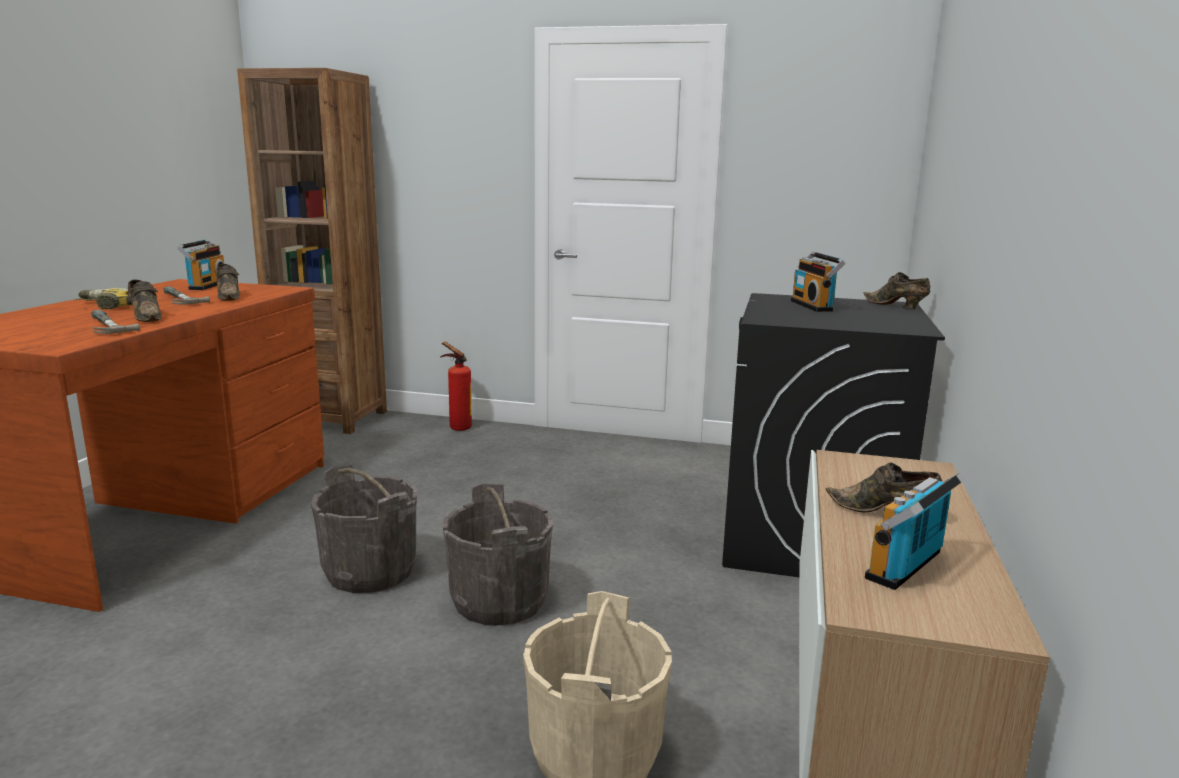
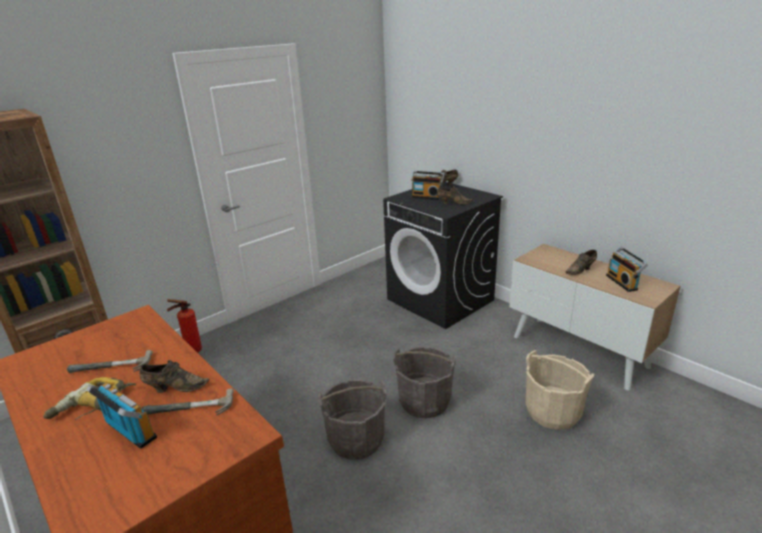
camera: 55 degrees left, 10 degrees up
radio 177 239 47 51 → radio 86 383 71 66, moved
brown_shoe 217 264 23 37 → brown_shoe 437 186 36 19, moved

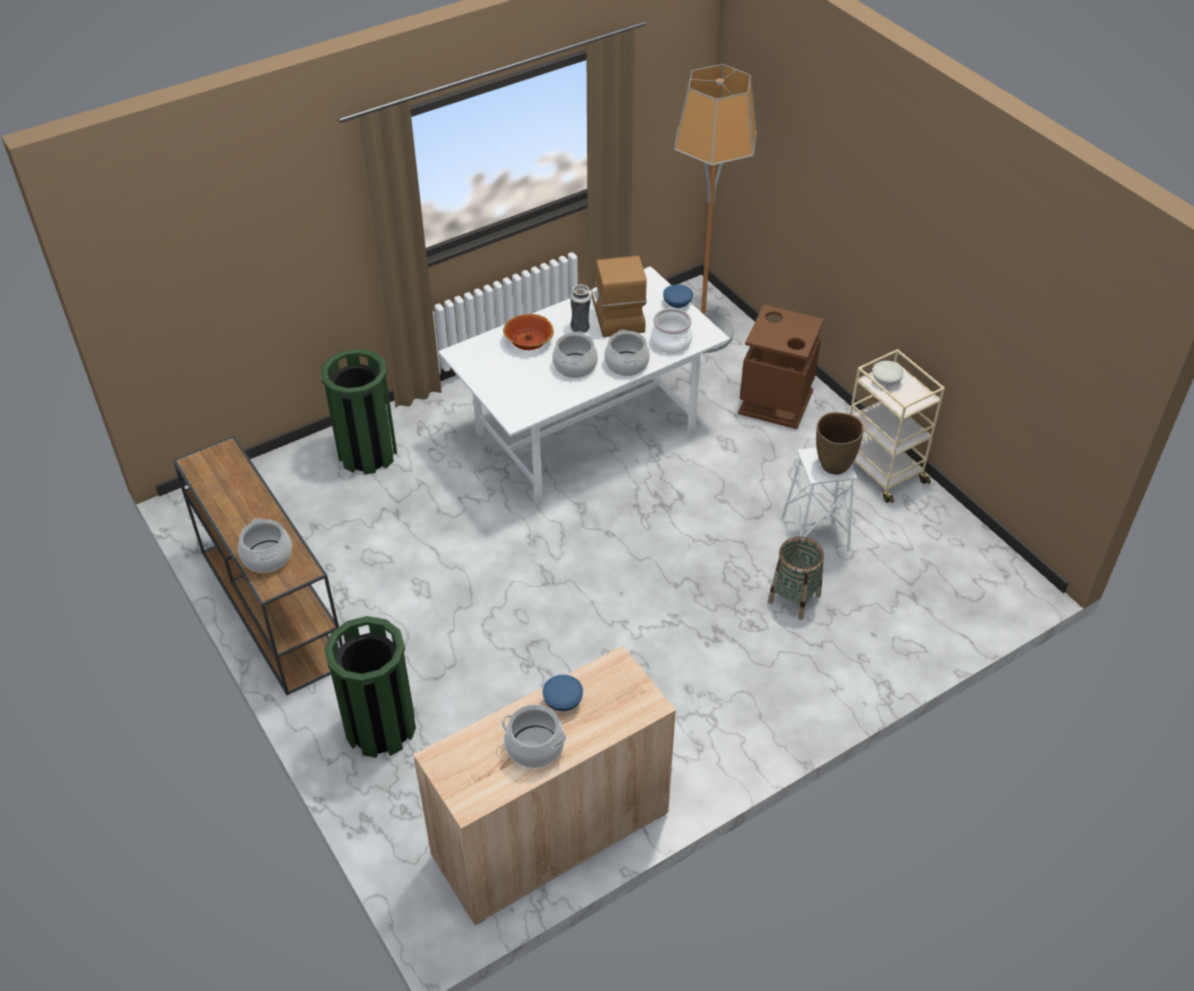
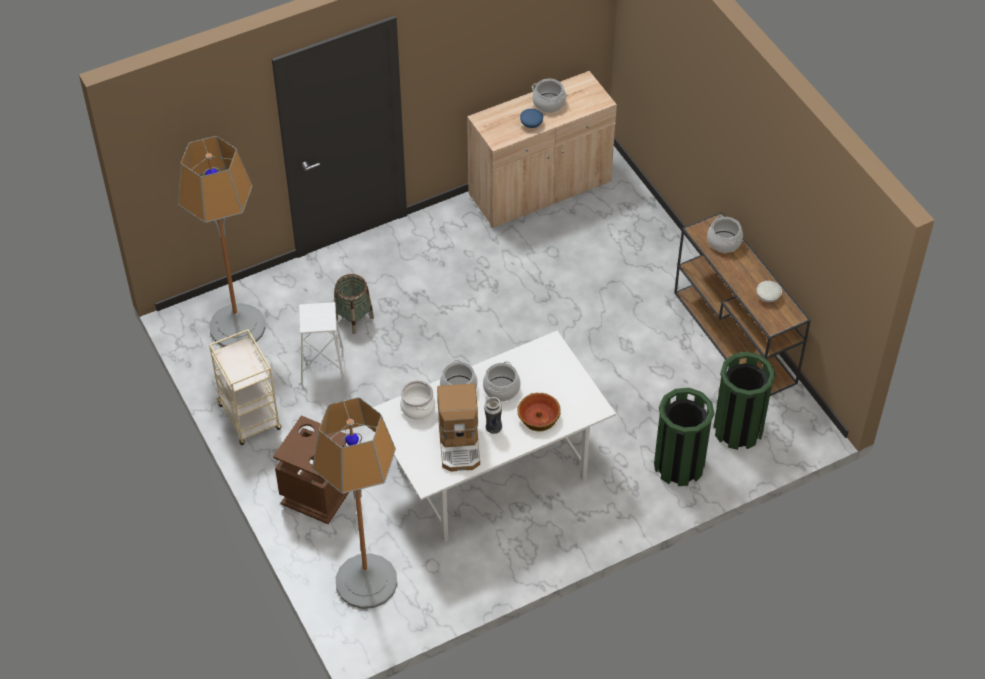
camera: 175 degrees left, 5 degrees up
- → floor_lamp 178 136 88 211
green_trash_can 324 616 92 142 → green_trash_can 713 352 62 98, moved
white_bowl 872 361 32 25 → white_bowl 757 281 25 21, moved
blue_bowl 663 284 30 24 → -
brown_vase 816 412 48 63 → -

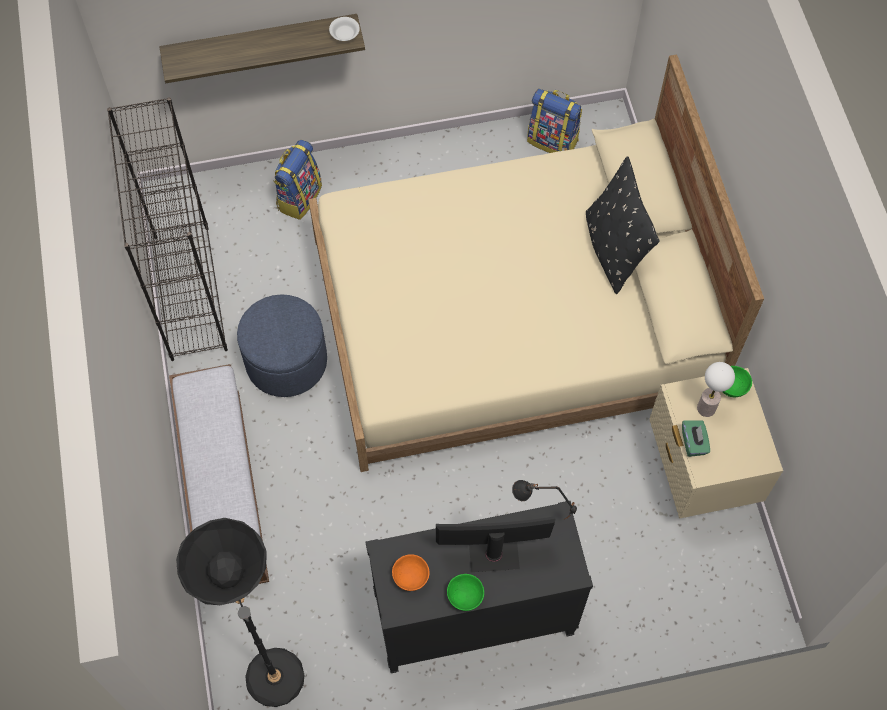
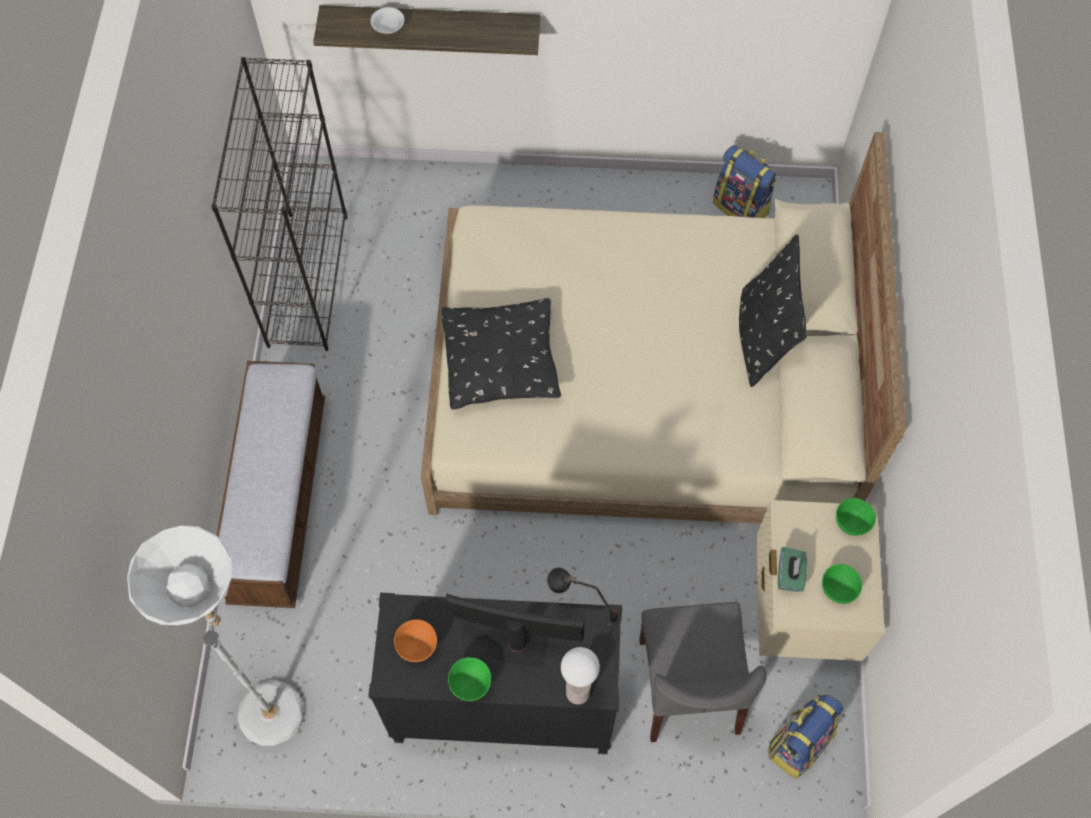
camera: 15 degrees right, 0 degrees up
black_floor_lamp 176 518 128 189 → white_floor_lamp 127 526 177 220
white_bowl 329 17 31 24 → white_bowl 370 7 35 27, moved
- → black_pillow 442 298 119 112
table_lamp 697 362 38 55 → table_lamp 561 647 39 58, moved
- → grey_chair 639 602 128 140
backpack 273 140 49 80 → backpack 768 695 75 84, moved
- → green_bowl 822 564 40 40
blue_ottoman 237 294 90 103 → -

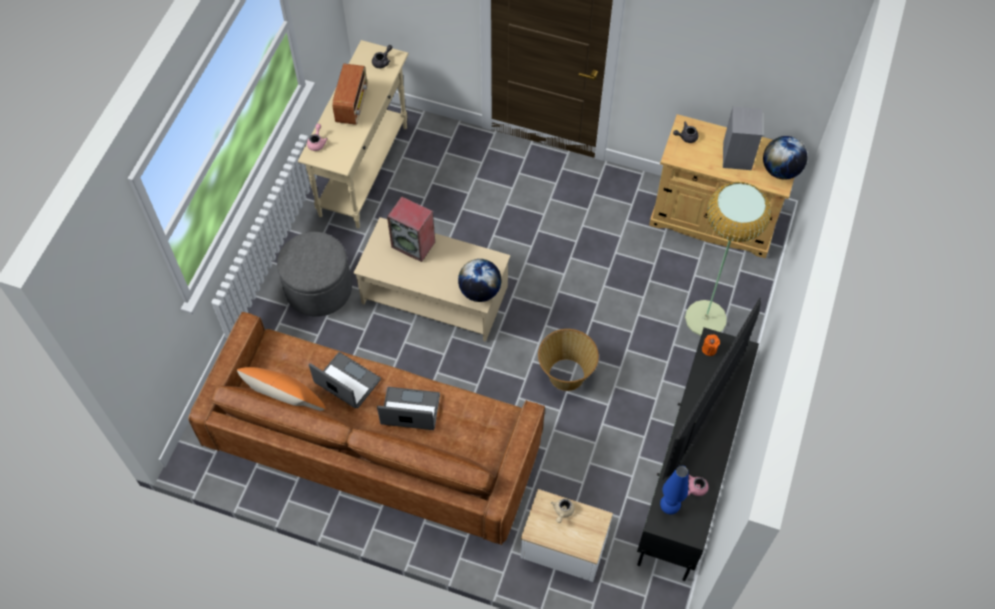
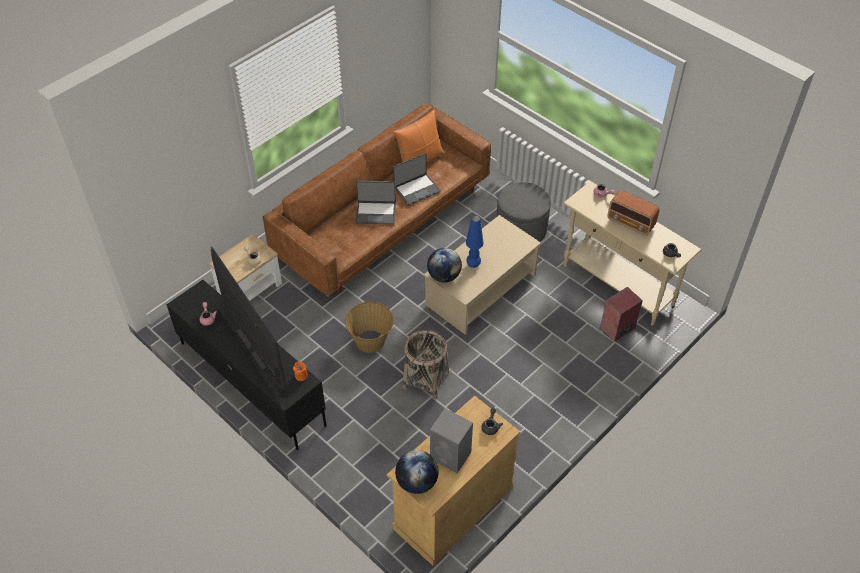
camera: 115 degrees right, 10 degrees down
laptop 377 387 63 43 → laptop 355 181 41 44, 60 degrees clockwise
- → basket 403 330 46 70
blue_table_lamp 660 466 28 48 → blue_table_lamp 466 215 18 53, moved
speaker 387 196 48 66 → speaker 600 287 43 55, moved
floor_lamp 685 182 86 154 → -

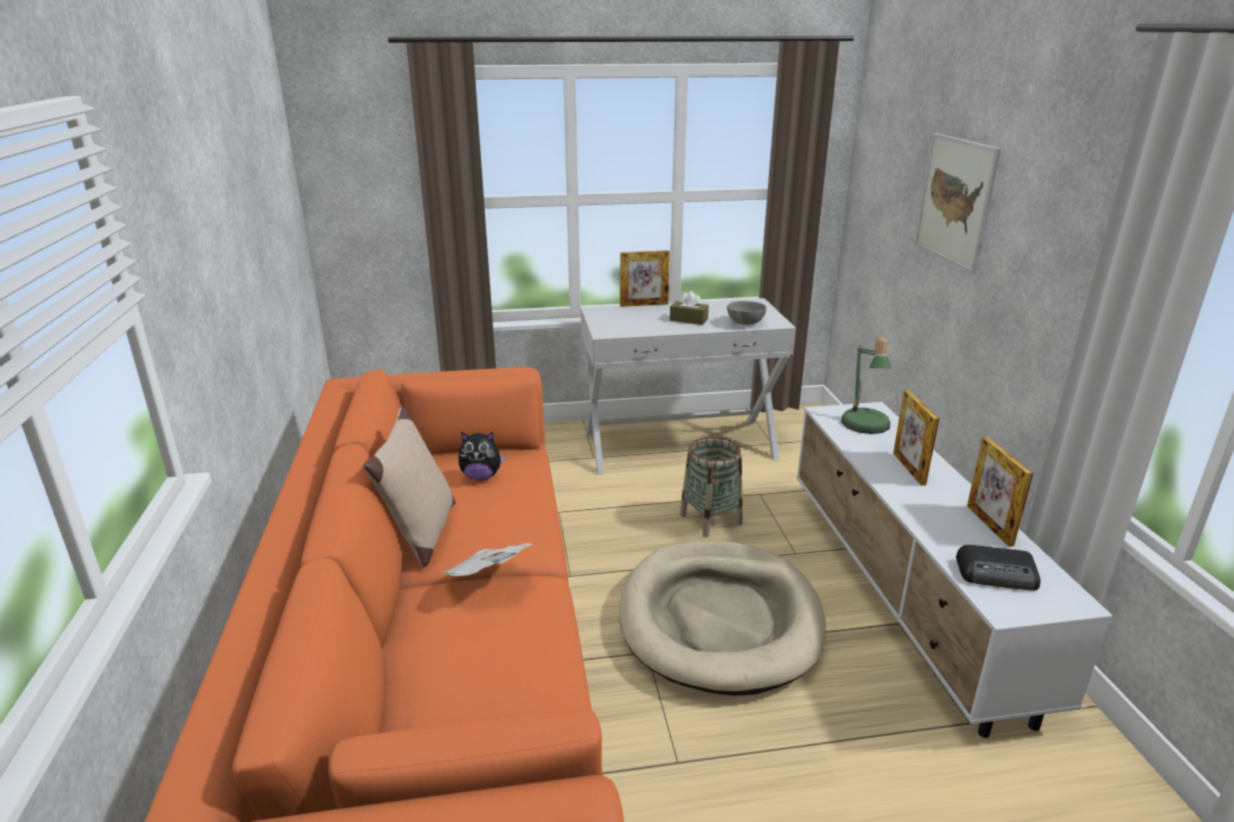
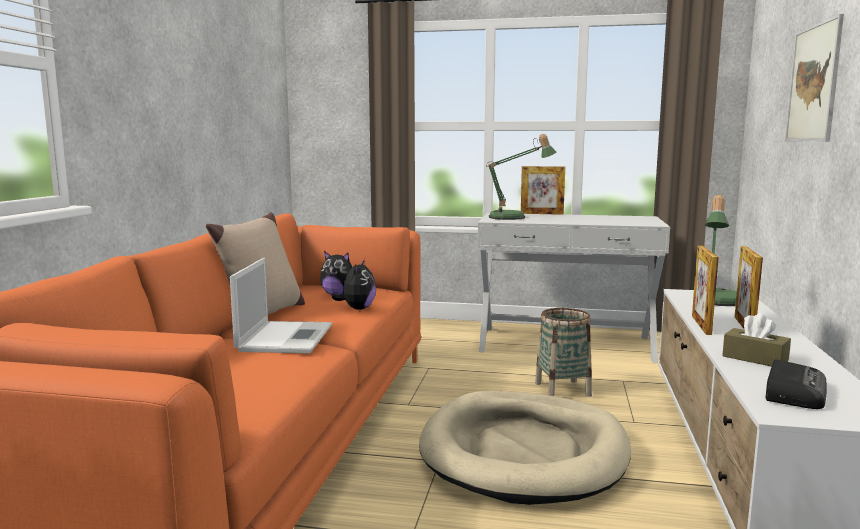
camera: 20 degrees right, 15 degrees down
newspaper 442 543 91 33 → laptop 230 258 102 95
- → plush_toy 332 259 44 51
- → table_lamp 486 134 71 86
picture_frame 967 437 66 110 → picture_frame 692 246 27 89, moved
brown_tissue_box 670 291 39 34 → brown_tissue_box 722 313 69 54, moved
radio 956 545 84 46 → radio 766 359 61 50, 90 degrees counterclockwise
grey_bowl 727 301 39 24 → -

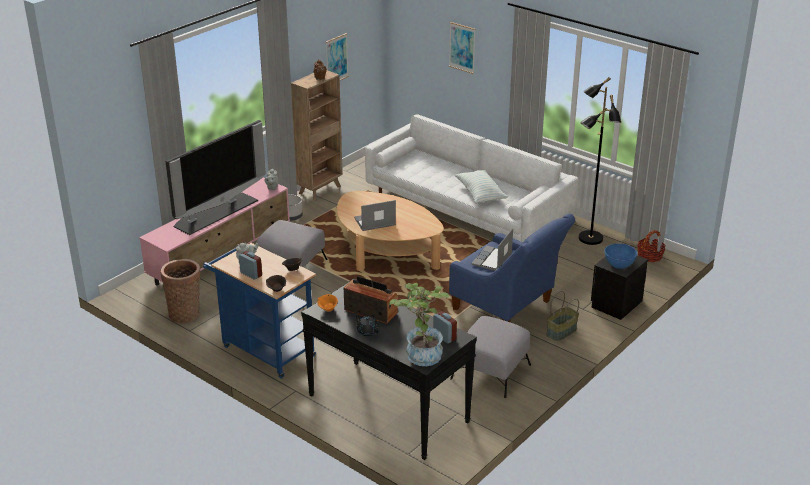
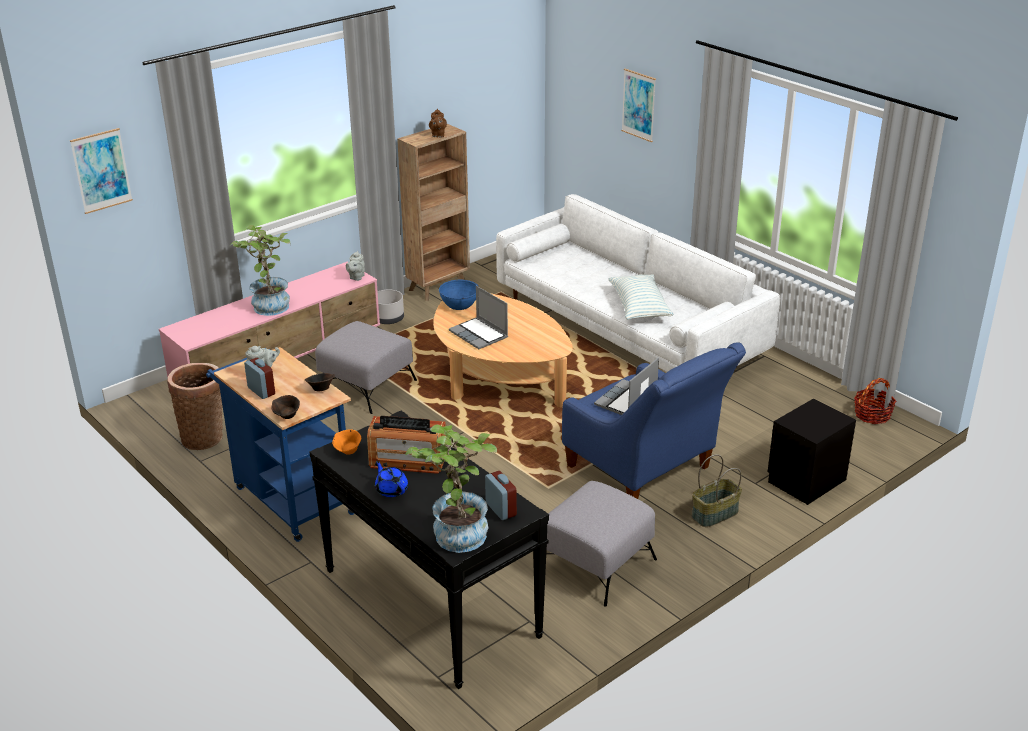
camera: 10 degrees right, 0 degrees up
picture 326 33 23 47 → picture 70 128 63 86, moved
television 165 120 101 115 → potted_plant 230 225 61 91
radio 344 276 54 48 → radio 367 416 79 58, 150 degrees clockwise
black_teapot 354 313 26 23 → blue_teapot 375 460 33 37
blue_bowl 604 243 33 26 → blue_bowl 439 280 40 30, moved
laptop 354 200 42 31 → laptop 449 286 59 63, 120 degrees counterclockwise
black_floor_lamp 579 77 42 168 → -

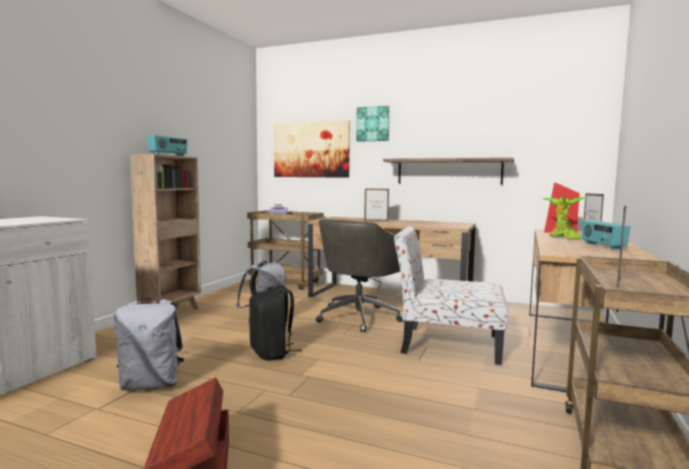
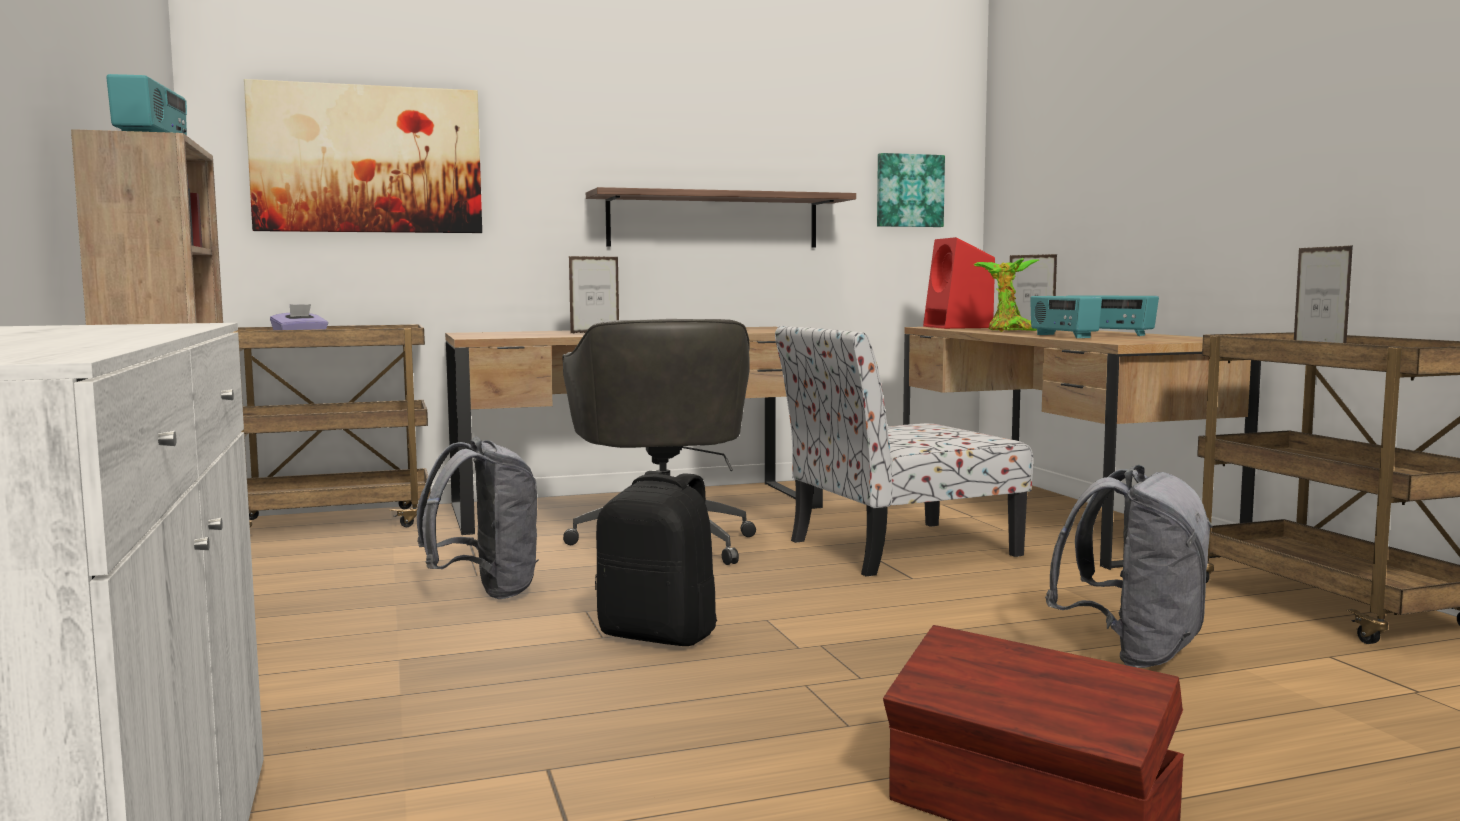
camera: 40 degrees left, 0 degrees up
picture 356 106 34 36 → picture 877 153 68 74, moved
- → radio 1030 296 72 42
grey_backpack 114 298 70 93 → grey_backpack 1045 465 168 203, moved

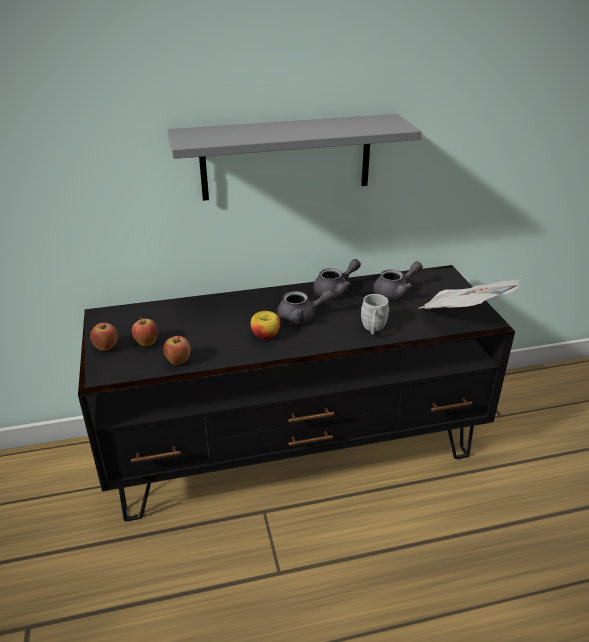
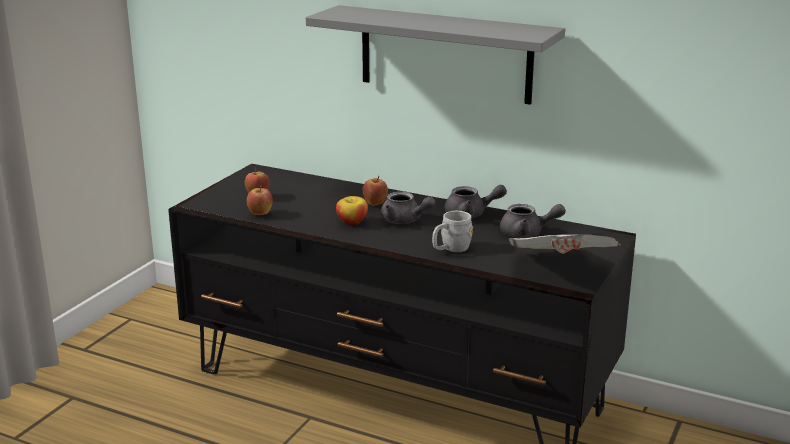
camera: 40 degrees right, 10 degrees down
apple 90 321 28 30 → apple 363 176 25 30, moved

